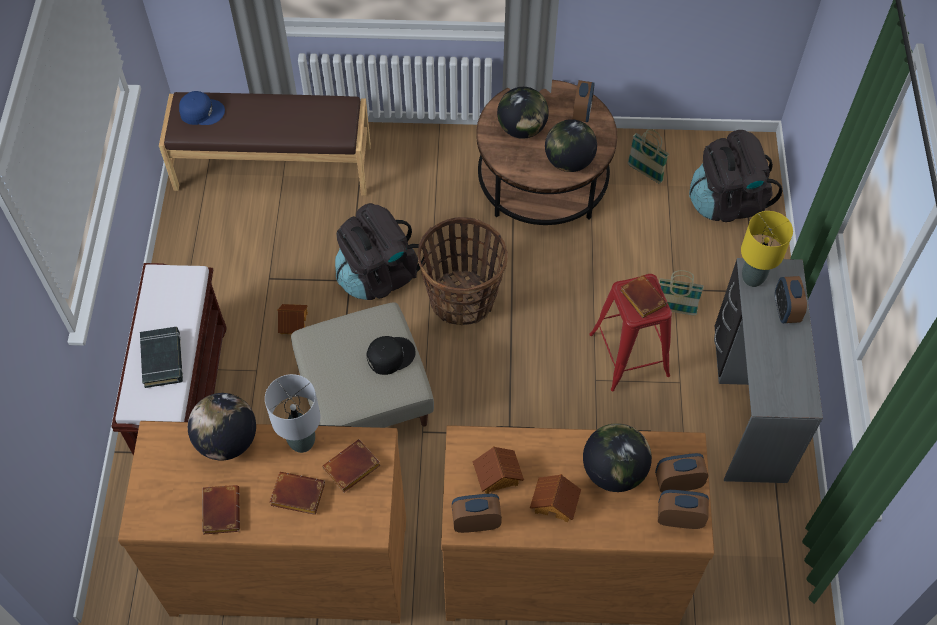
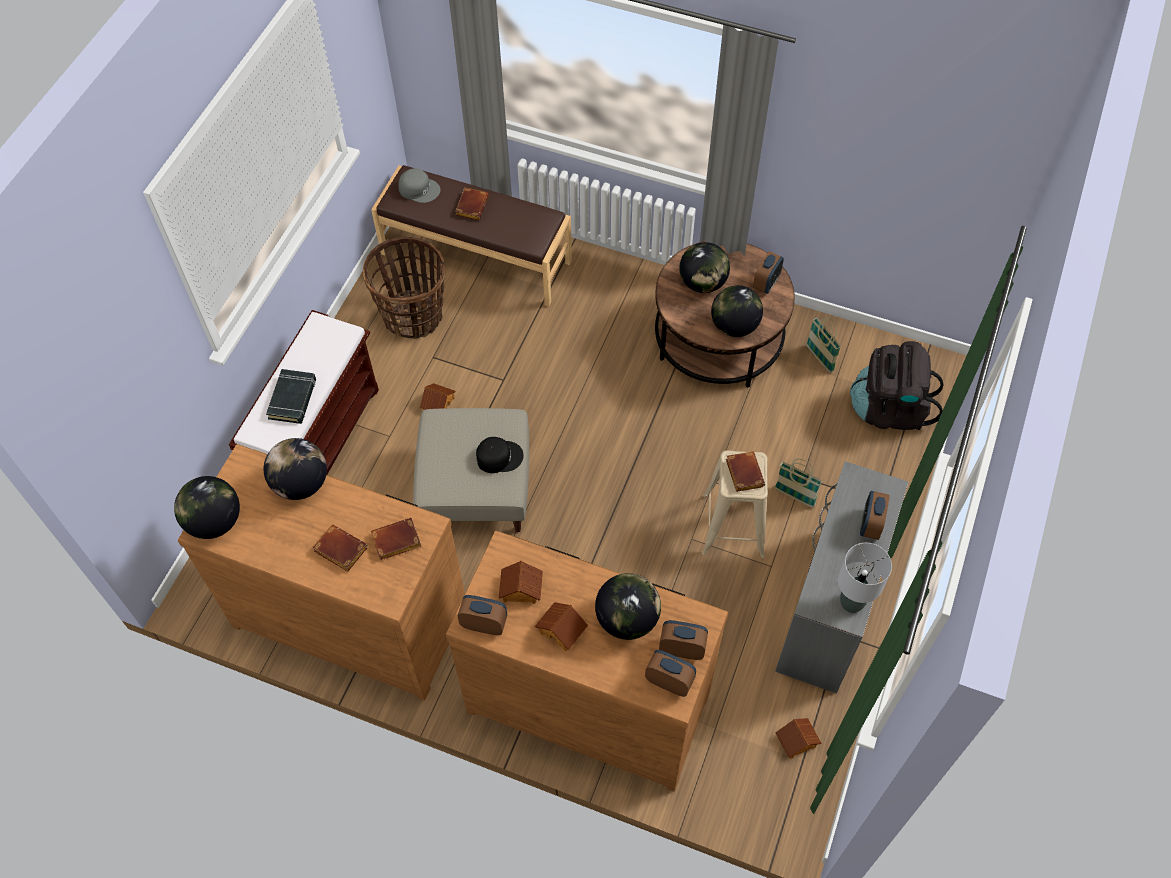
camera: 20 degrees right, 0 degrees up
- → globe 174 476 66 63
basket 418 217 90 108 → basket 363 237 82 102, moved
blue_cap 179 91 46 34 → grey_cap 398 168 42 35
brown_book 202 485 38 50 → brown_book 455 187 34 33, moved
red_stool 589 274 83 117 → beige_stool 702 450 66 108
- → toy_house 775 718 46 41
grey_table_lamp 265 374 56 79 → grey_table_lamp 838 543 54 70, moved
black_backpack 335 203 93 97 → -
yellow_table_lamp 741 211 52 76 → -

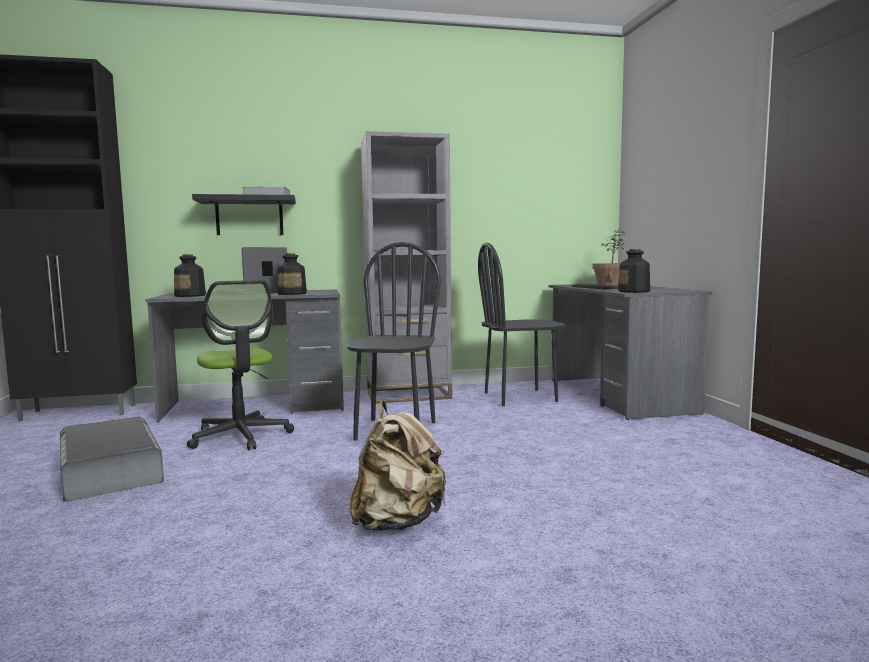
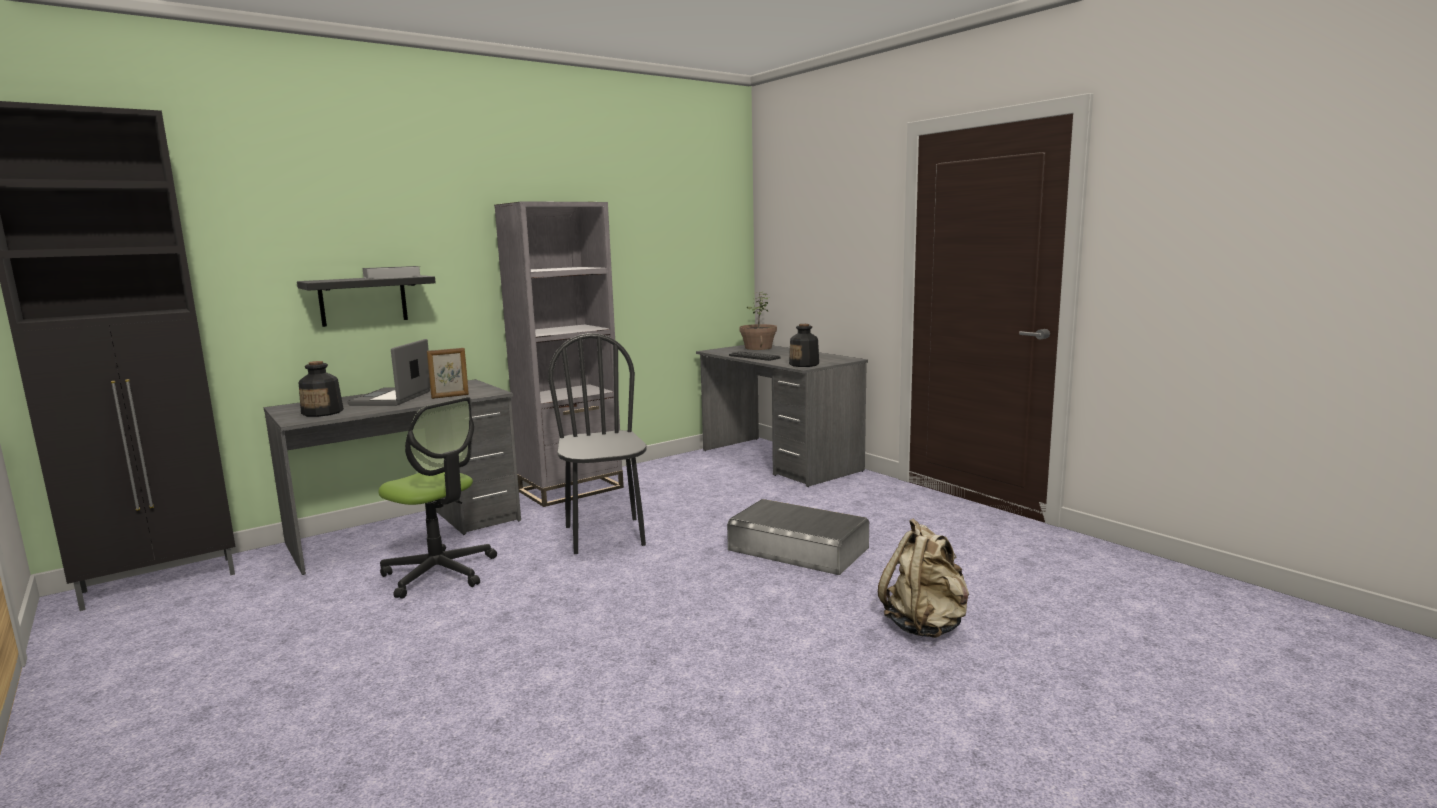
camera: 25 degrees left, 5 degrees up
bottle 277 253 30 42 → picture_frame 427 348 42 51
grey_storage_box 60 416 104 86 → grey_storage_box 727 499 142 76, moved
beige_backpack 349 401 97 131 → beige_backpack 878 518 91 120, moved
black_chair 478 243 87 163 → -

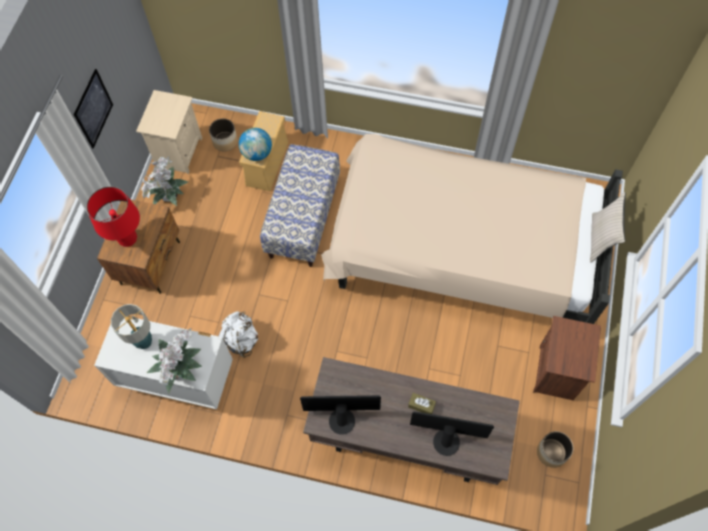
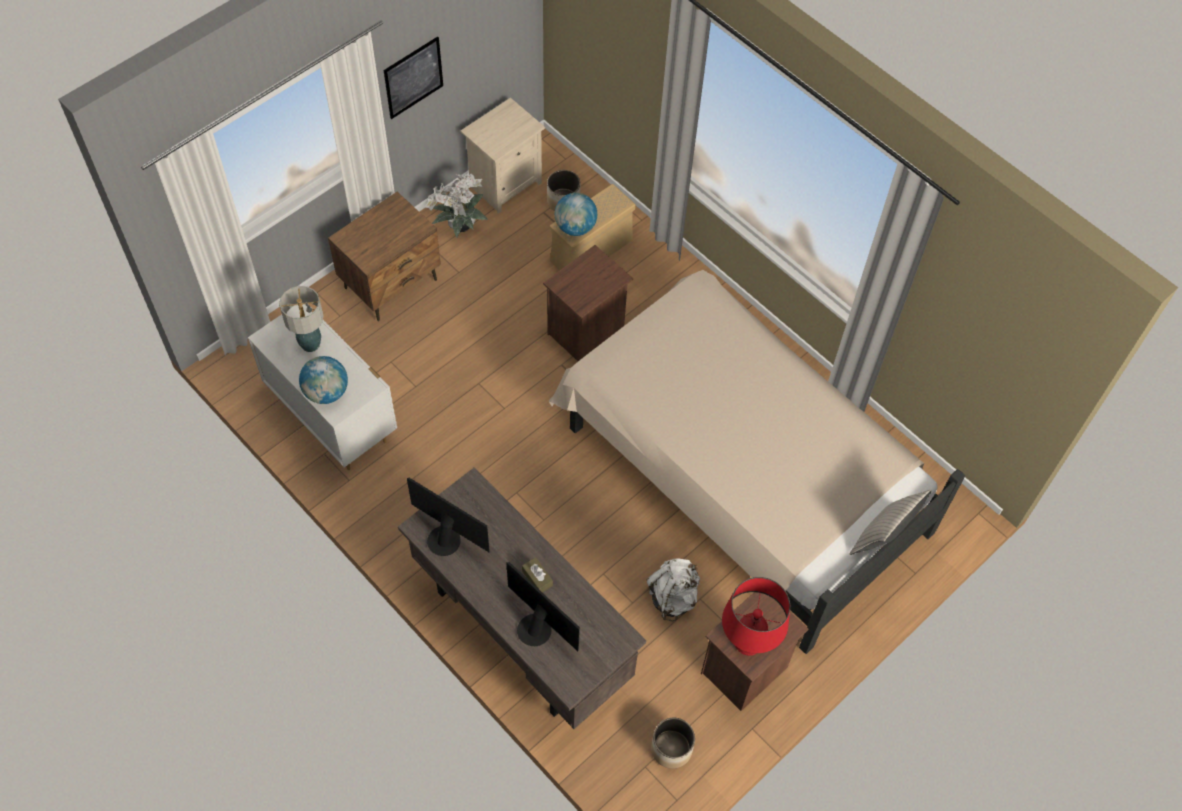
camera: 30 degrees right, 5 degrees down
potted_plant 147 328 55 65 → globe 299 356 49 48
bench 260 144 80 123 → brown_nightstand 543 245 90 116
white_backpack 219 311 39 47 → white_backpack 646 558 54 64, moved
red_table_lamp 87 187 53 60 → red_table_lamp 722 577 68 79, moved

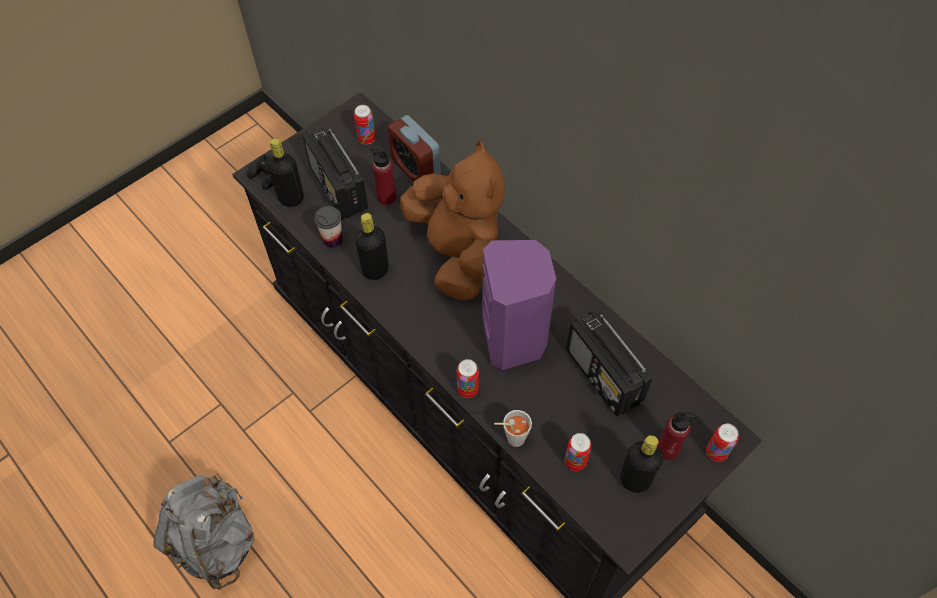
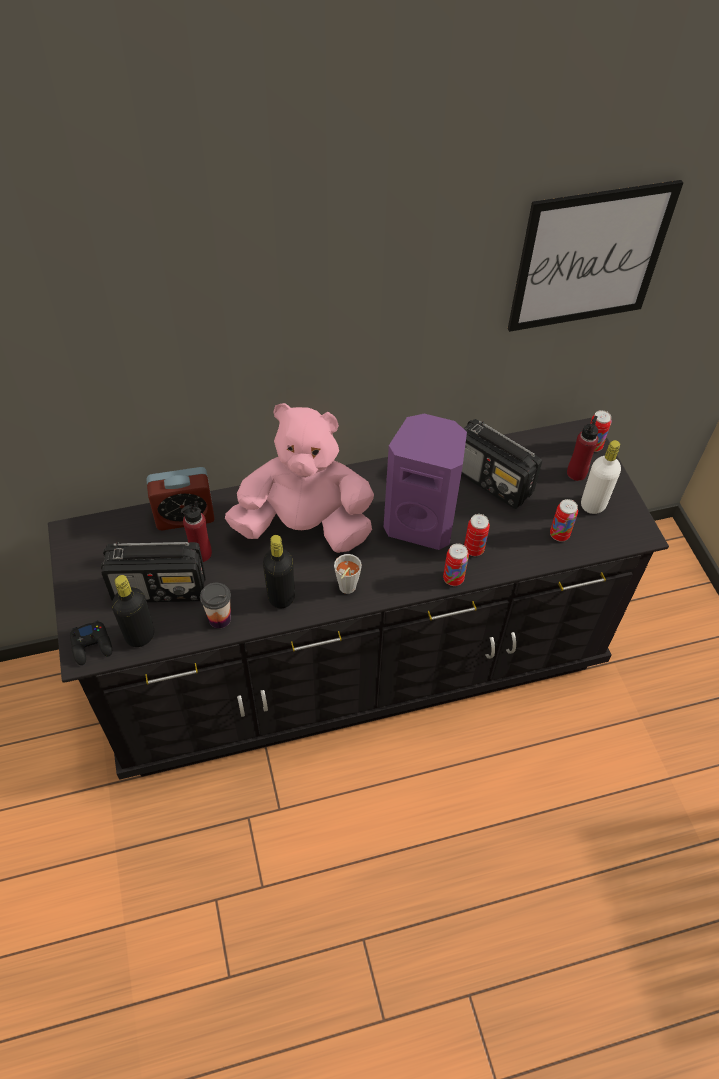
camera: 65 degrees left, 5 degrees down
brown_plush_toy 400 141 105 160 → pink_plush_toy 225 403 149 150
grey_cup 494 410 38 37 → grey_cup 334 554 28 40, moved
radio 566 310 86 107 → radio 461 419 81 90, 45 degrees clockwise
can 354 105 22 39 → can 464 514 26 42, moved
- → picture 508 180 175 152
black_bottle 620 435 43 58 → white_bottle 581 440 40 74
grey_backpack 153 474 102 116 → -

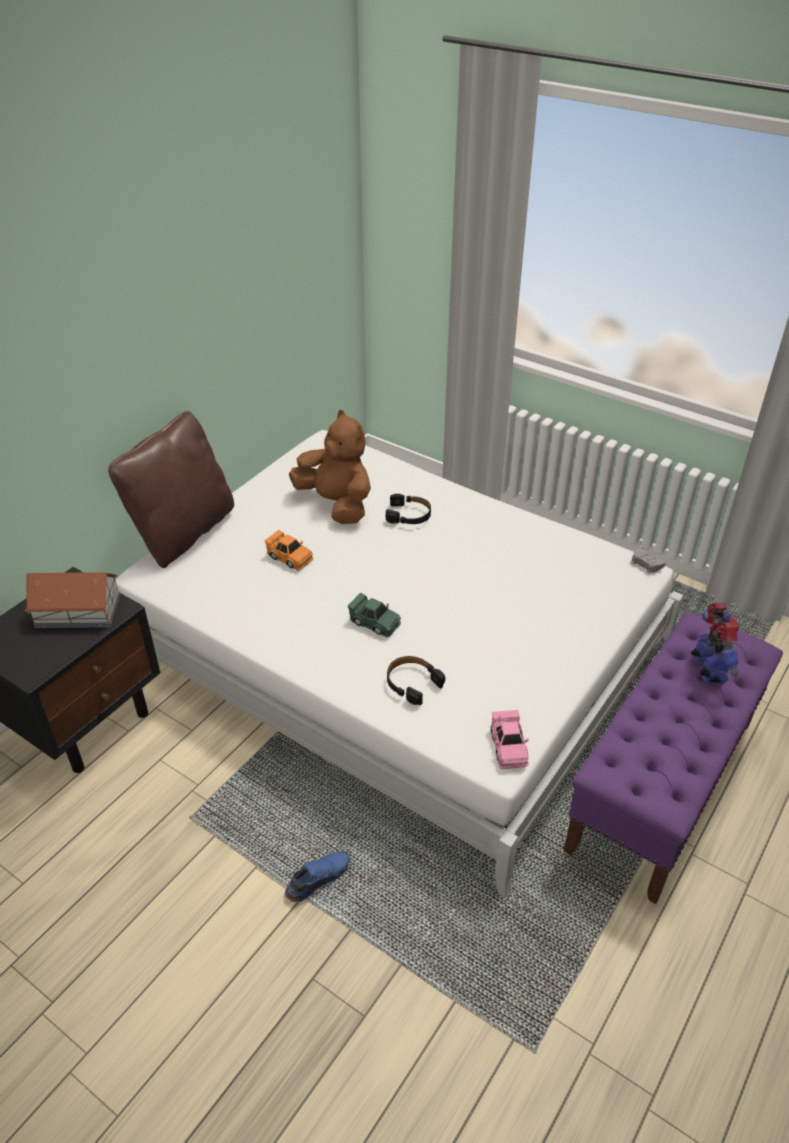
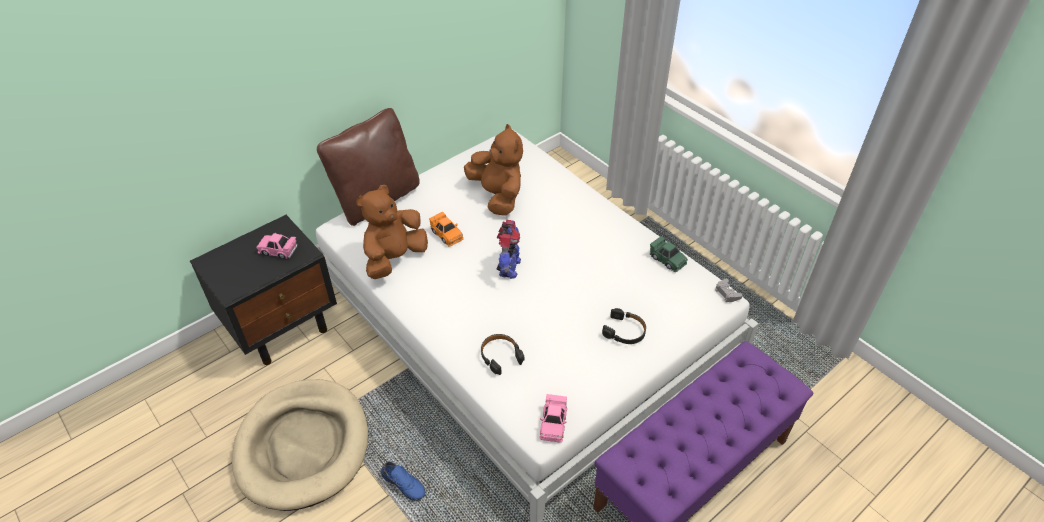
camera: 15 degrees right, 5 degrees up
- → beige_dog_bed 232 379 136 132
toy_house 25 572 95 56 → pink_toy_car 256 233 41 26
- → brown_plush_toy 356 185 72 94
blue_shoe 285 852 65 50 → blue_shoe 381 462 44 39, 60 degrees clockwise
toy_robot 691 603 48 81 → toy_robot 497 220 24 59, moved
black_headphones 386 494 45 30 → black_headphones 602 308 44 36, moved
green_toy_car 348 593 53 44 → green_toy_car 650 236 38 36, moved

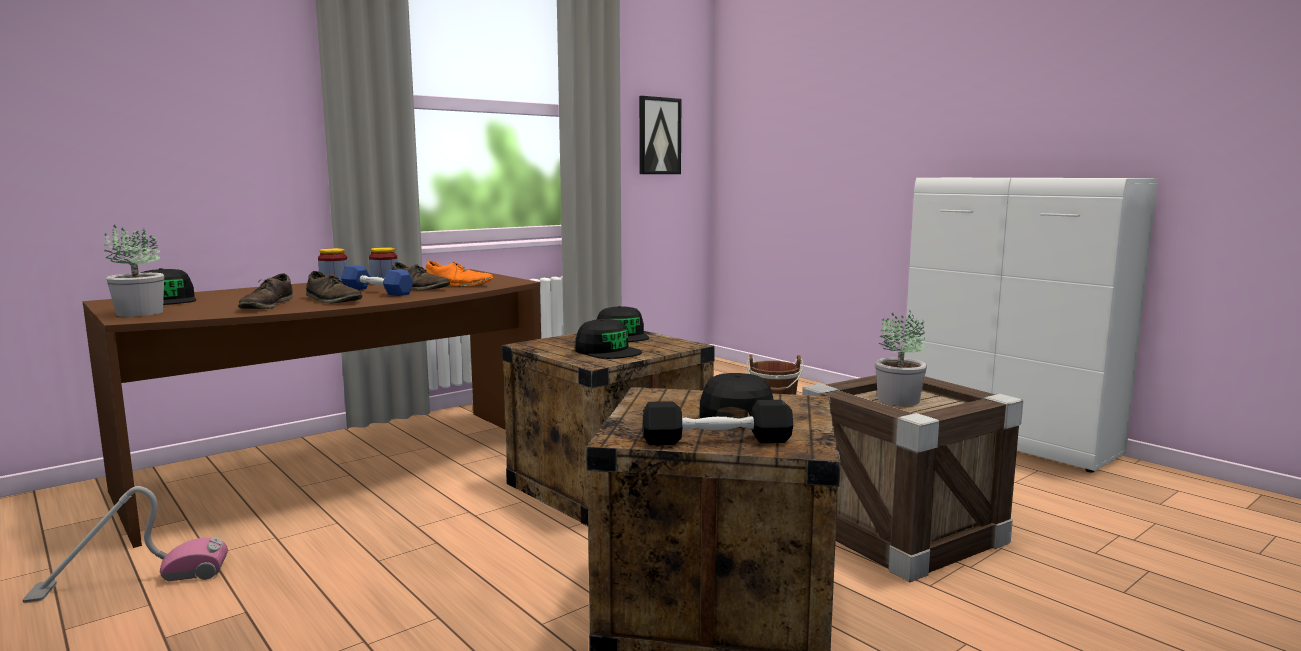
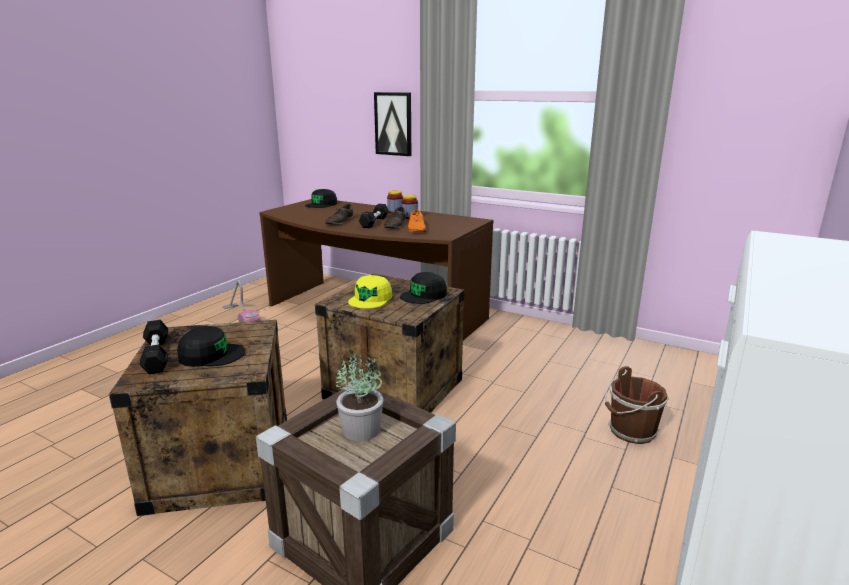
camera: 70 degrees right, 10 degrees up
black_cap 575 319 67 40 → yellow_cap 348 275 44 33
blue_dumbbell 341 265 72 31 → black_dumbbell 359 204 30 24
picture 639 96 42 78 → picture 374 92 37 64, moved
potted_plant 104 224 60 93 → -
brown_shoe 238 273 55 36 → -

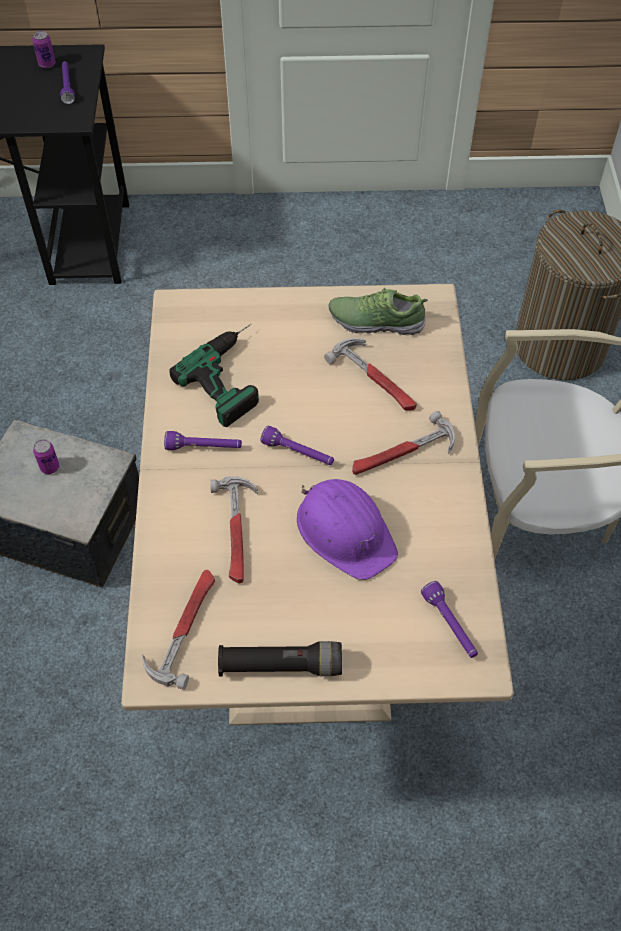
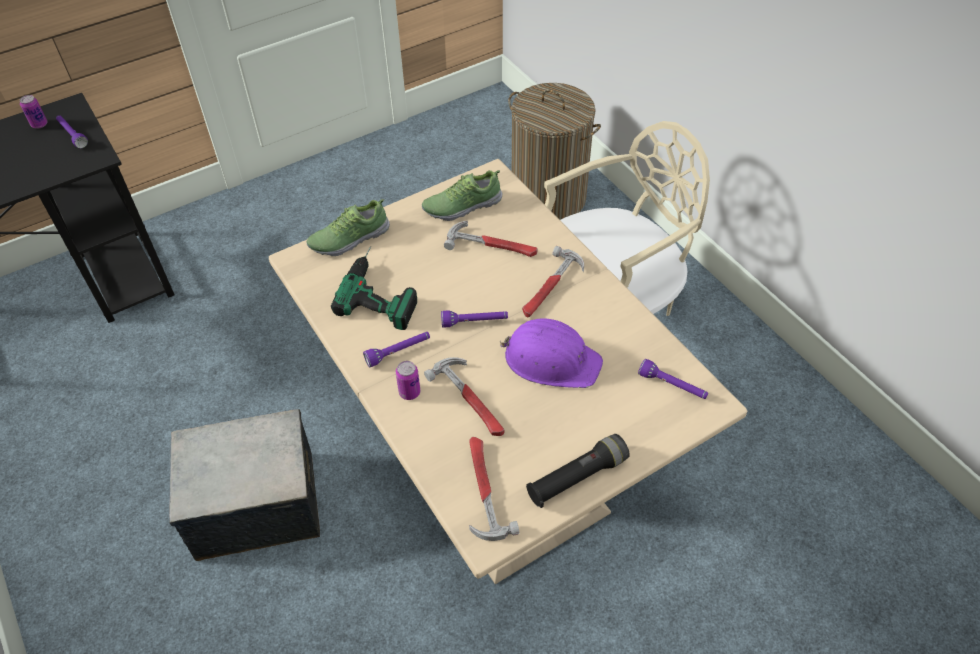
camera: 30 degrees left, 5 degrees down
- → shoe 306 199 84 57
can 33 439 26 35 → can 396 361 24 39, moved

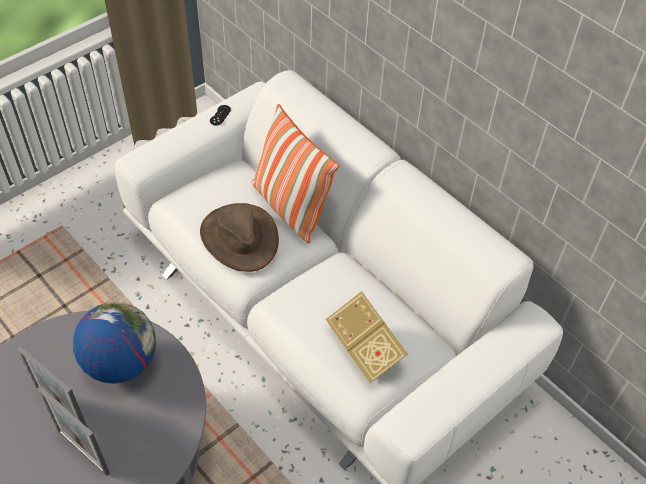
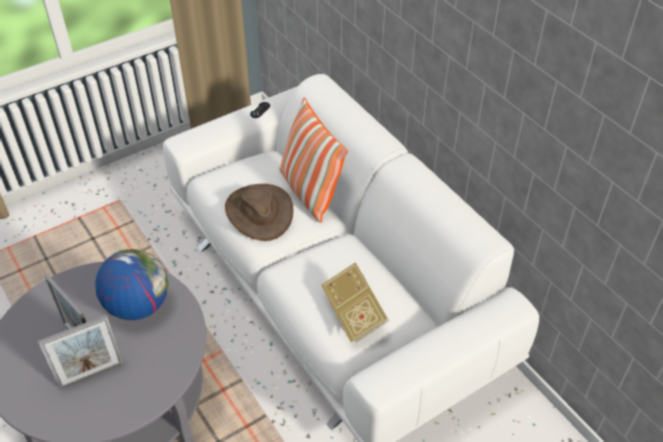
camera: 10 degrees right, 5 degrees down
picture_frame 37 386 73 90 → picture_frame 38 315 86 75, 75 degrees counterclockwise

